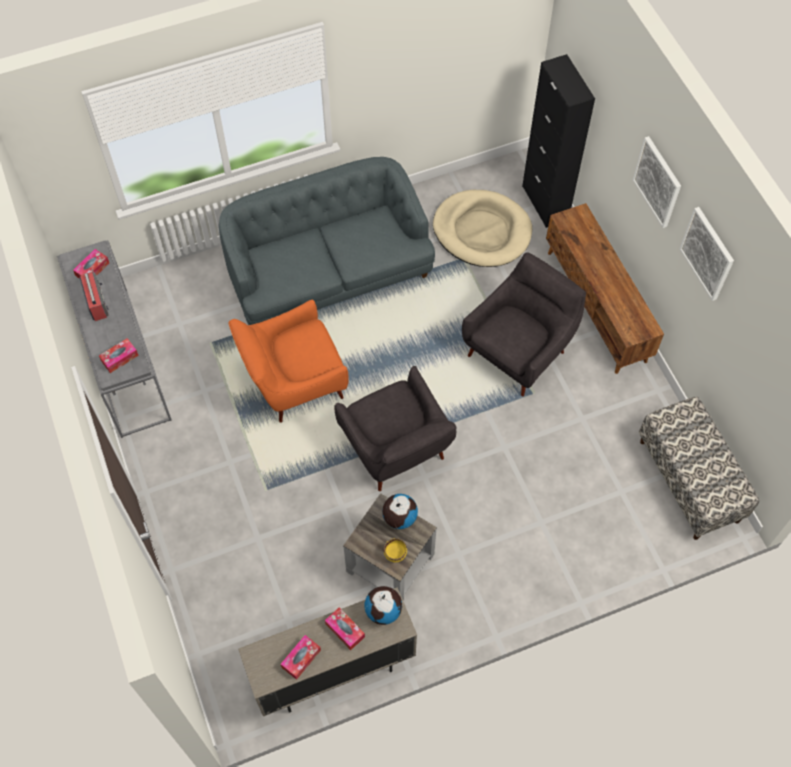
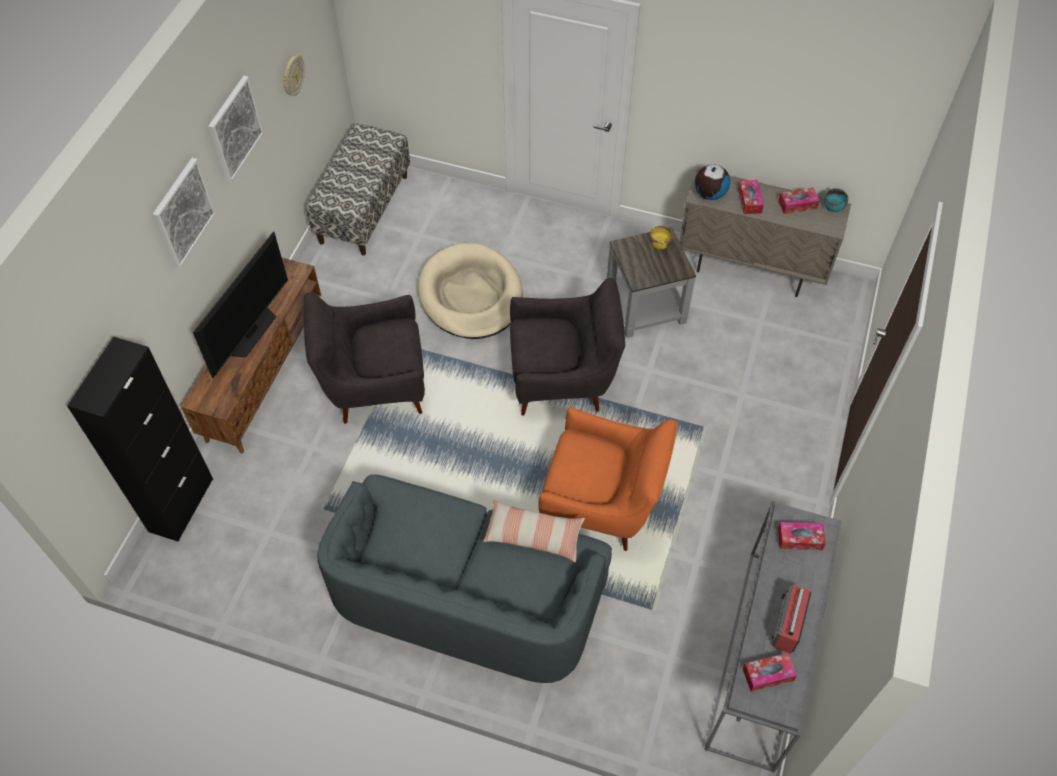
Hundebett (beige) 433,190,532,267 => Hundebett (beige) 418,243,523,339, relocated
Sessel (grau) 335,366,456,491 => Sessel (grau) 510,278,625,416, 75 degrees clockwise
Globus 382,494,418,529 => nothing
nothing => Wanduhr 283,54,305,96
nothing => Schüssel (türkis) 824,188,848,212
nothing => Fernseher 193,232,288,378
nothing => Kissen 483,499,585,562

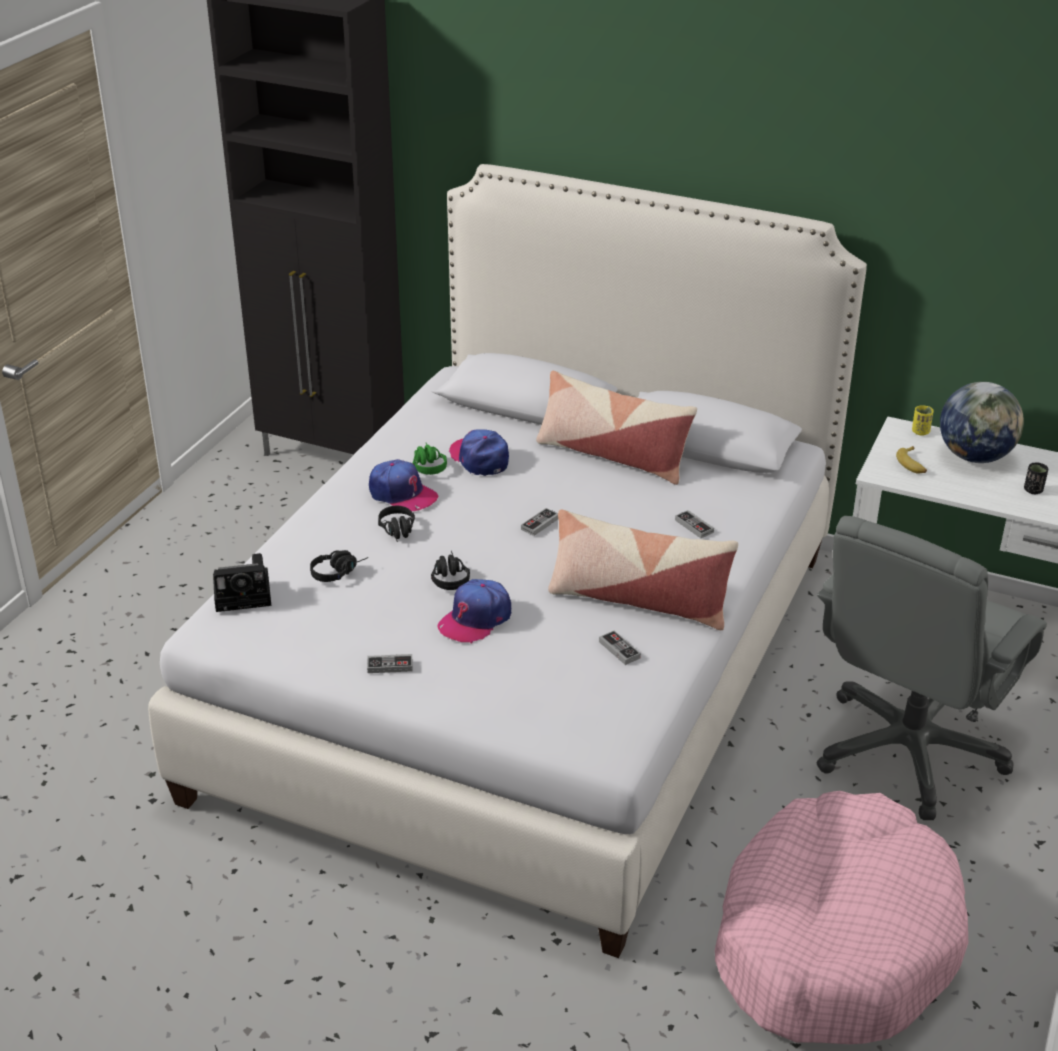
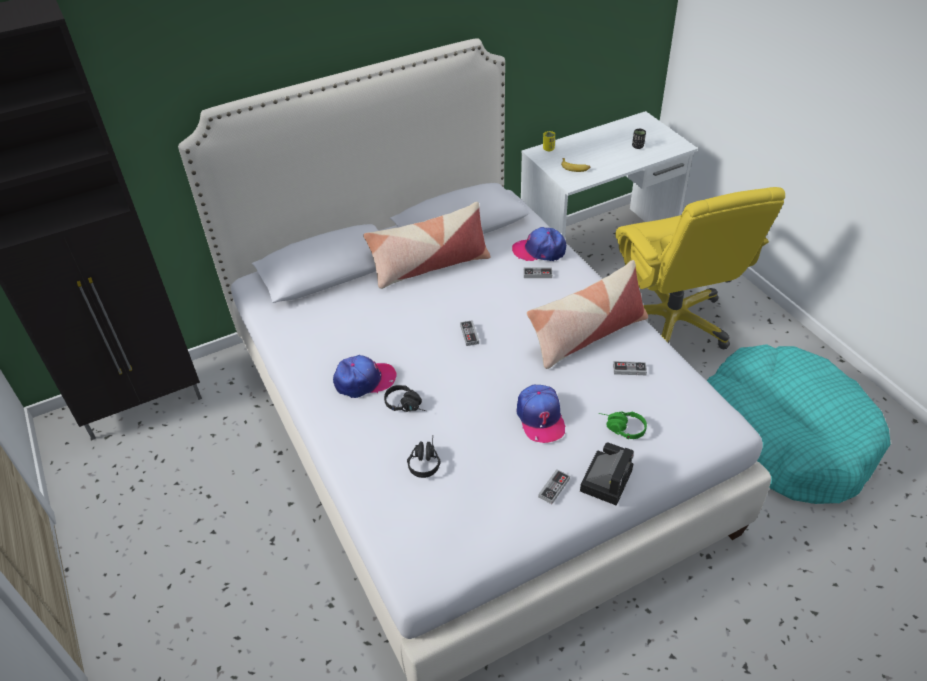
Globus 940,382,1024,463 => nothing
Kappe 449,429,509,476 => Kappe 512,227,566,261, relocated
Kopfhörer (grün) 413,443,447,475 => Kopfhörer (grün) 599,411,647,439, relocated
Bürostuhl (grau) 817,516,1047,820 => Bürostuhl (gelb) 615,187,785,349
Kopfhörer (schwarz) 431,551,470,590 => nothing
Kamera 213,553,271,612 => Kamera 580,443,634,506, relocated
Hundebett (rosa) 715,791,968,1044 => Hundebett (türkis) 707,344,891,504

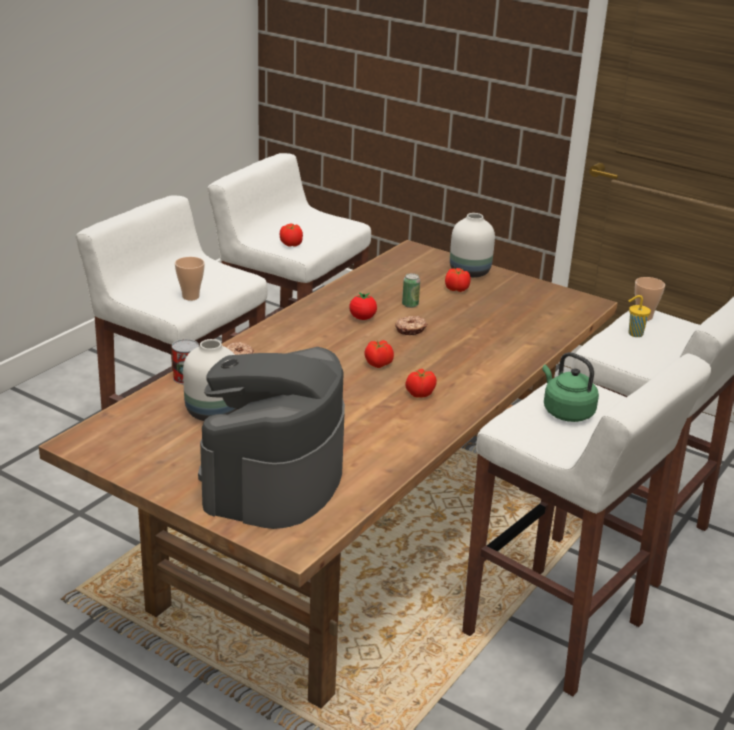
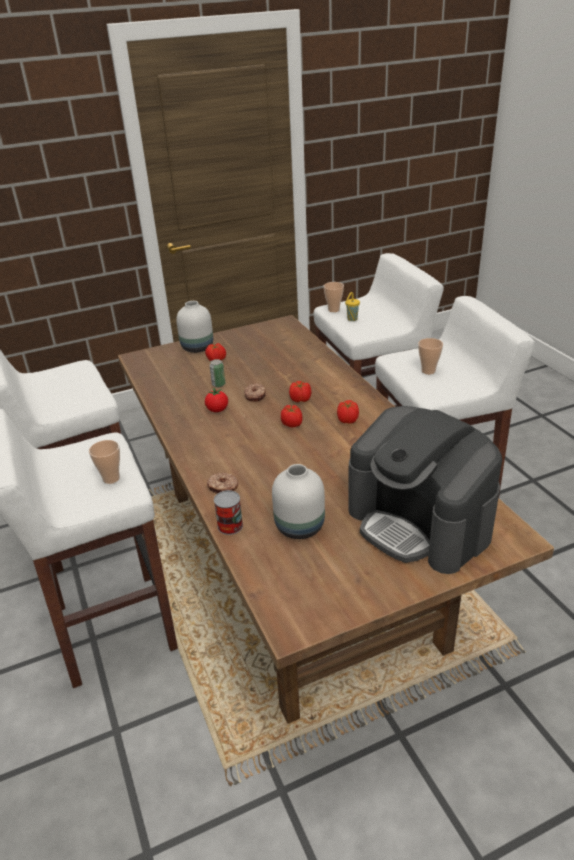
Tomate 280,224,303,247 => Tomate 289,381,312,402, relocated
Wasserkessel (grün) 542,352,599,422 => Tasse 418,338,443,374

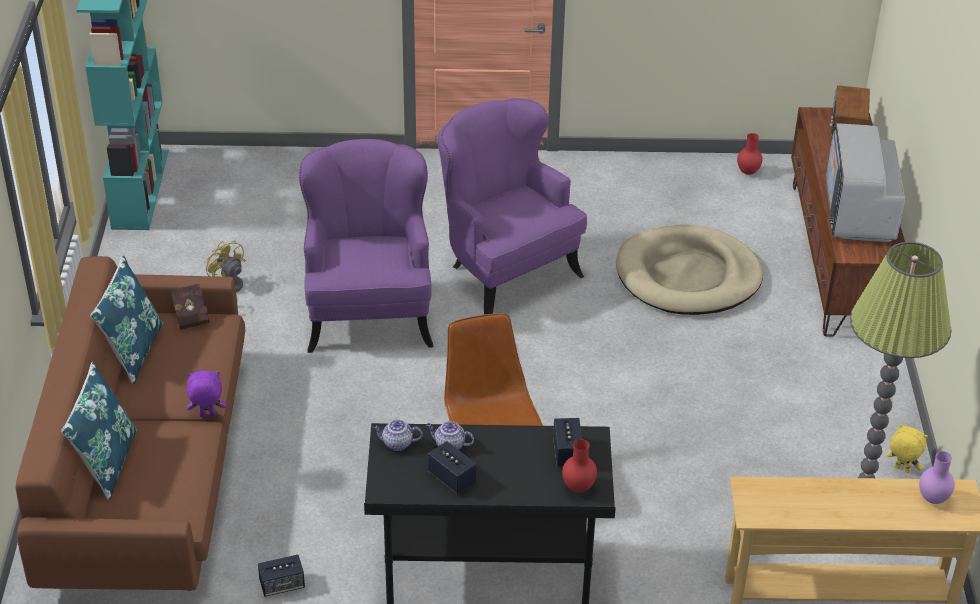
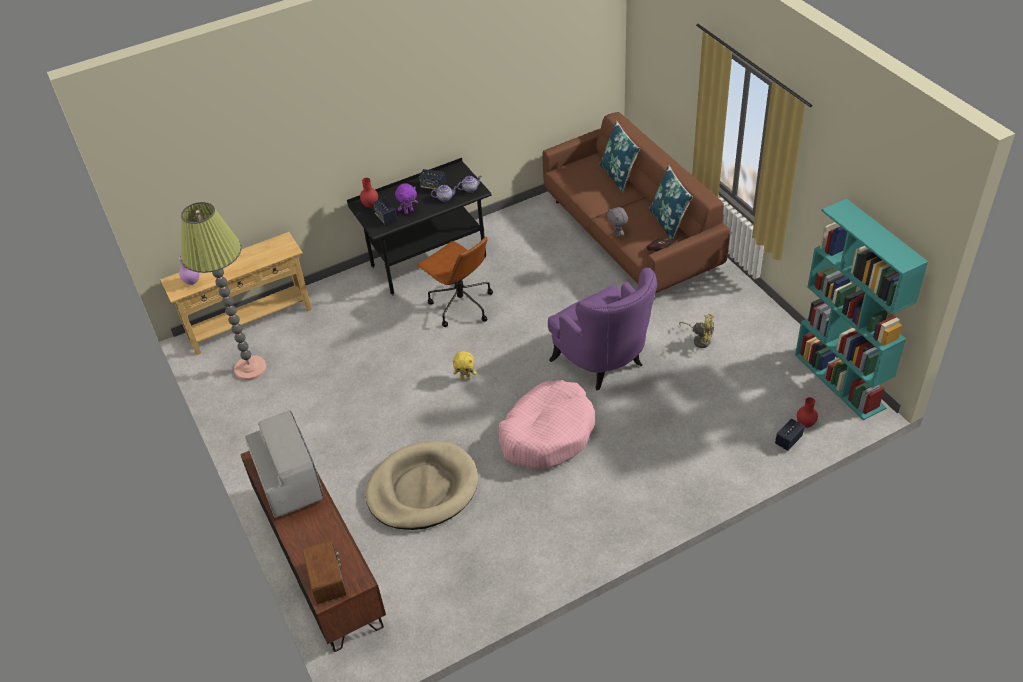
Sessel (lila) 438,98,587,315 => Hundebett (rosa) 498,380,595,469
Vase (rot) 737,133,763,175 => Vase (rot) 797,397,818,428, relocated
Plüschtier (lila) 187,371,226,417 => Plüschtier (lila) 395,183,418,214, relocated
Plüschtier (gelb) 886,424,928,473 => Plüschtier (gelb) 453,351,477,380, relocated
Lautsprecher 258,555,305,597 => Lautsprecher 775,418,804,451, relocated
nothing => Plüschtier (grau) 607,207,628,237

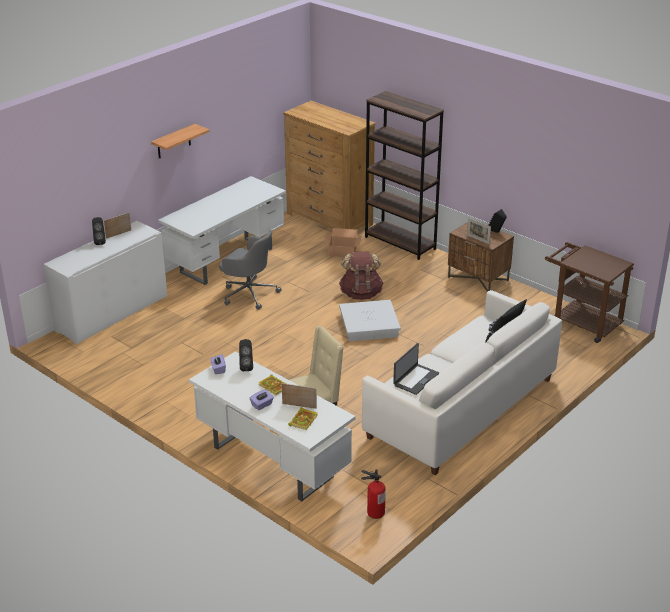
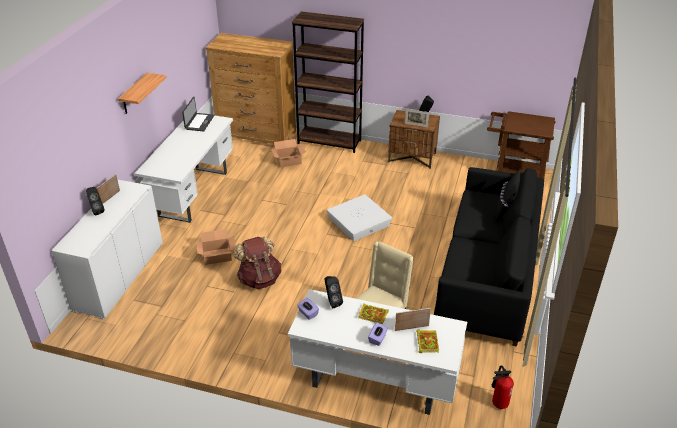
Bürostuhl (grau) 219,230,281,310 => nothing
Rucksack (braun) 339,252,383,300 => Rucksack (braun) 233,237,281,289, relocated
Sofa (weiß) 362,290,562,475 => Sofa (schwarz) 434,167,544,346
Laptop 393,343,439,395 => Laptop 182,97,214,131, relocated
nothing => Karton 196,229,236,265

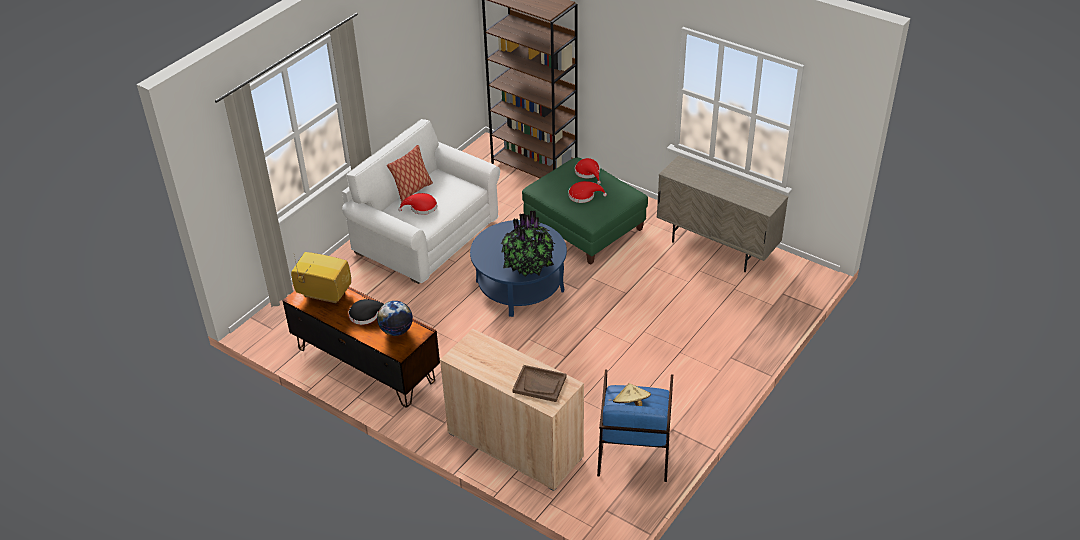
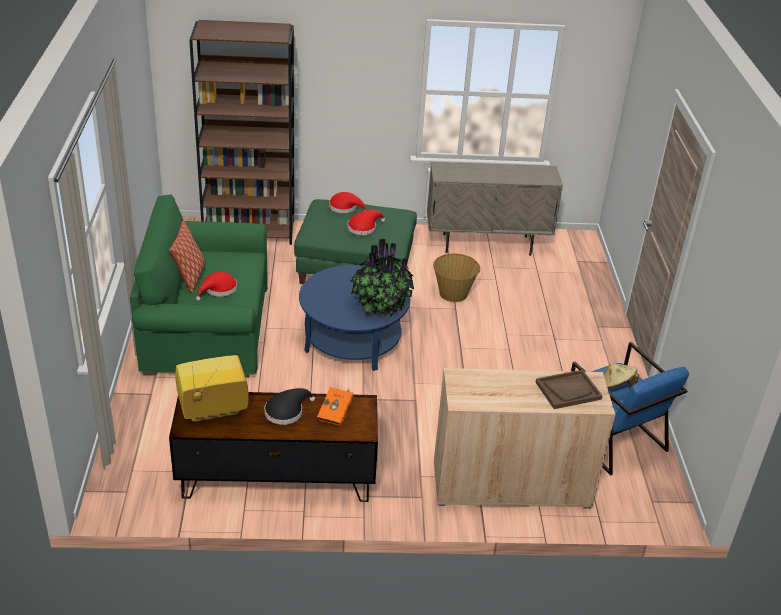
Sofa (weiß) 342,119,500,284 => Sofa (grün) 130,195,268,378
Globus 377,301,413,336 => Buch (orange) 317,387,354,426
nothing => Korb 433,253,480,302

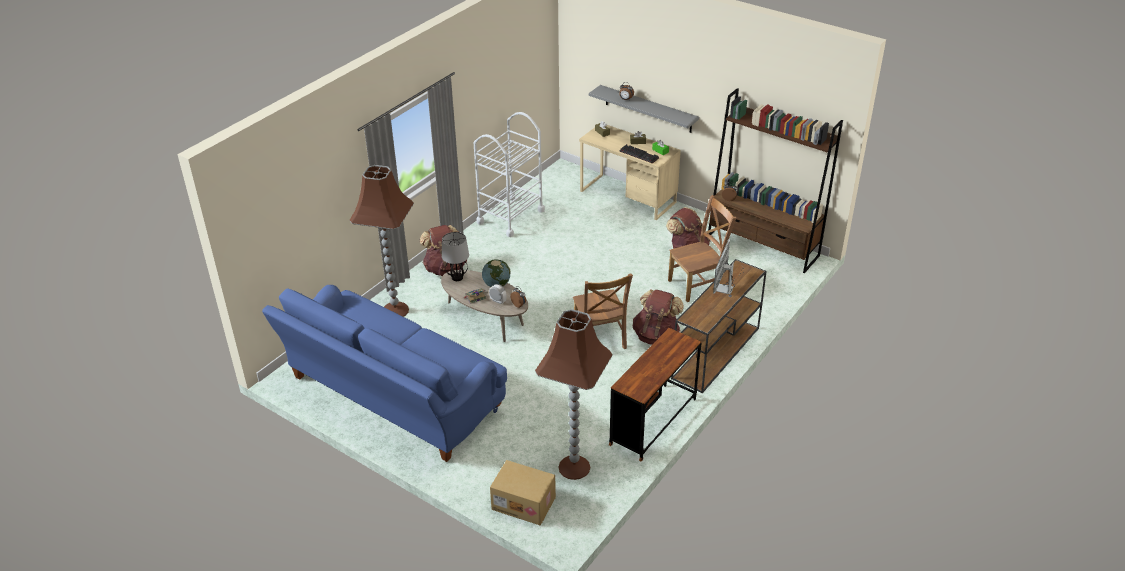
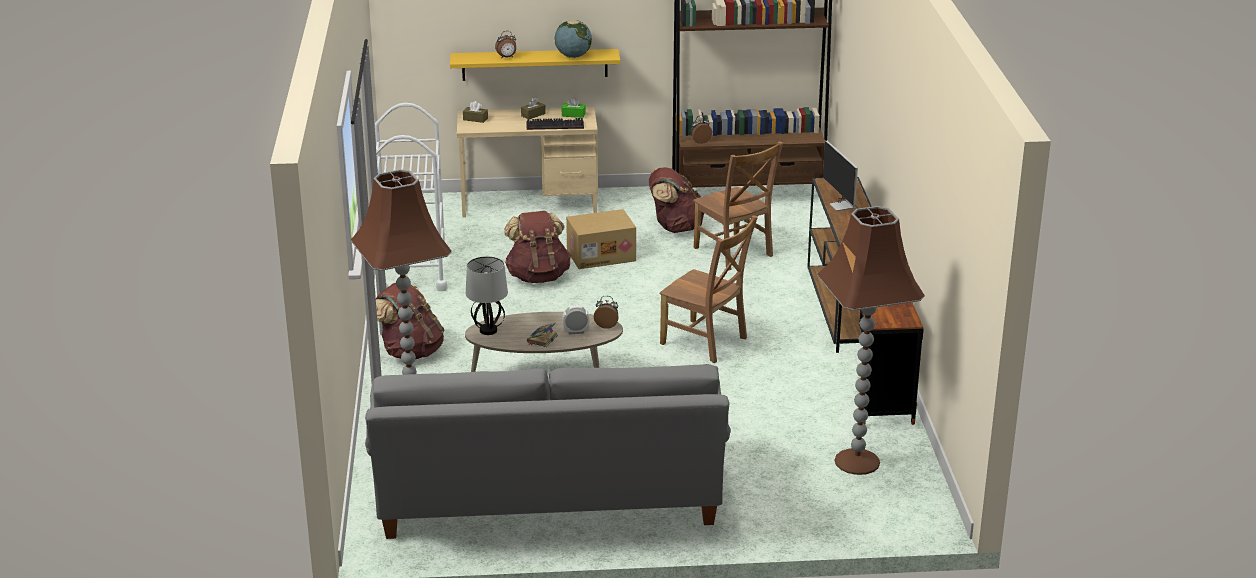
Wandregal (grau) 589,85,699,133 => Wandregal (gelb) 450,49,620,81
Stuhl (braun) 668,195,737,302 => Stuhl (braun) 693,141,783,270, 120 degrees clockwise
Globus 482,259,510,287 => Globus 555,20,592,58, relocated
Sofa (blau) 262,285,507,462 => Sofa (grau) 365,364,731,539
Rucksack (braun) 633,289,684,345 => Rucksack (braun) 504,211,571,283, relocated
Karton 490,460,556,526 => Karton 566,209,636,269, relocated

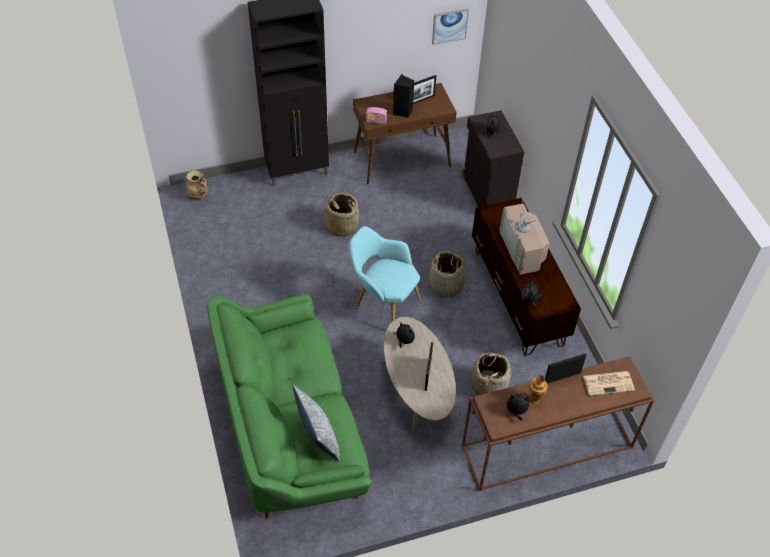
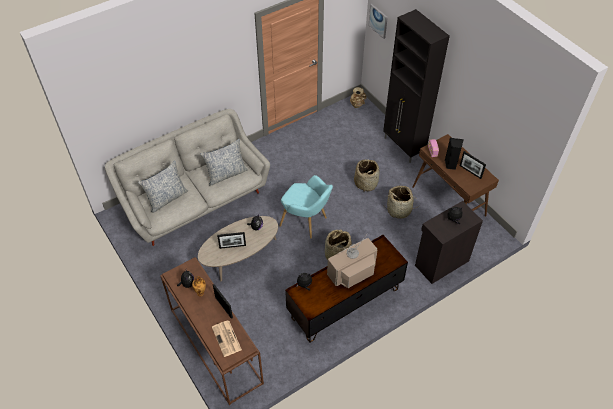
Bild 432,8,469,45 => Bild 368,4,388,39, relocated
Sessel (türkis) 349,226,421,321 => Sessel (türkis) 280,175,333,238, 105 degrees clockwise
Sofa (grün) 207,294,371,519 => Sofa (grau) 105,109,270,246
Korb 471,353,511,395 => Korb 384,186,417,219, relocated
nothing => Kissen 201,139,248,186

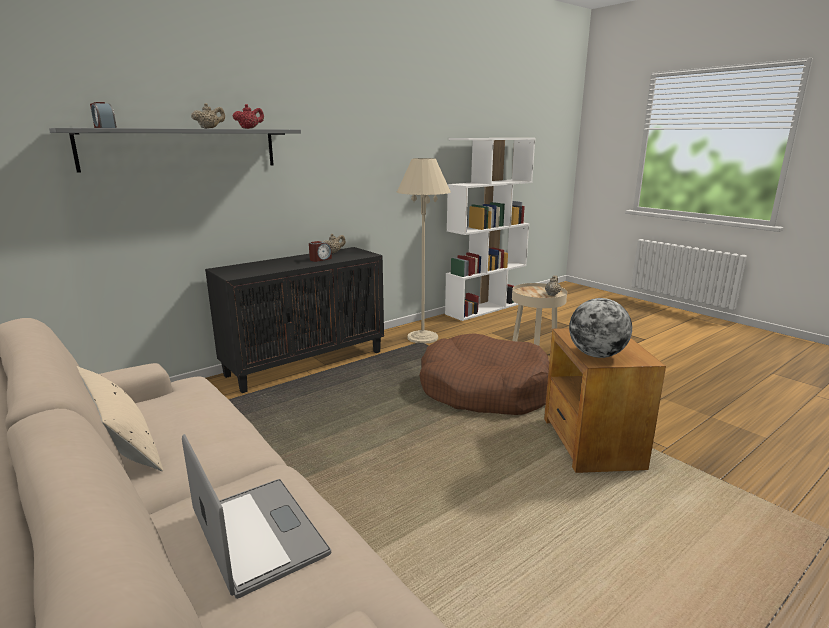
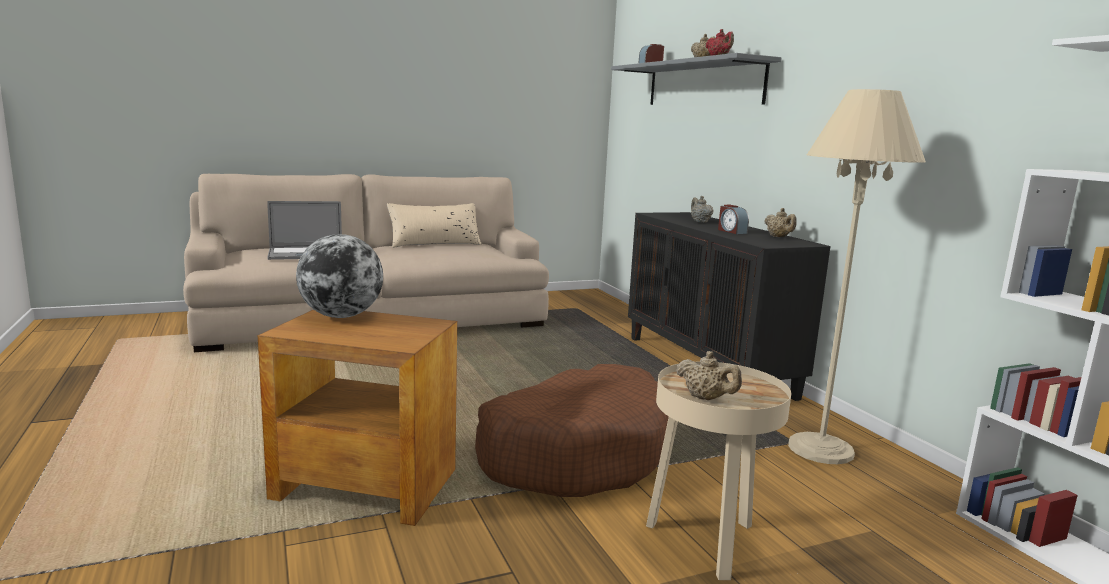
nothing => Teekanne (beige) 691,196,714,223

